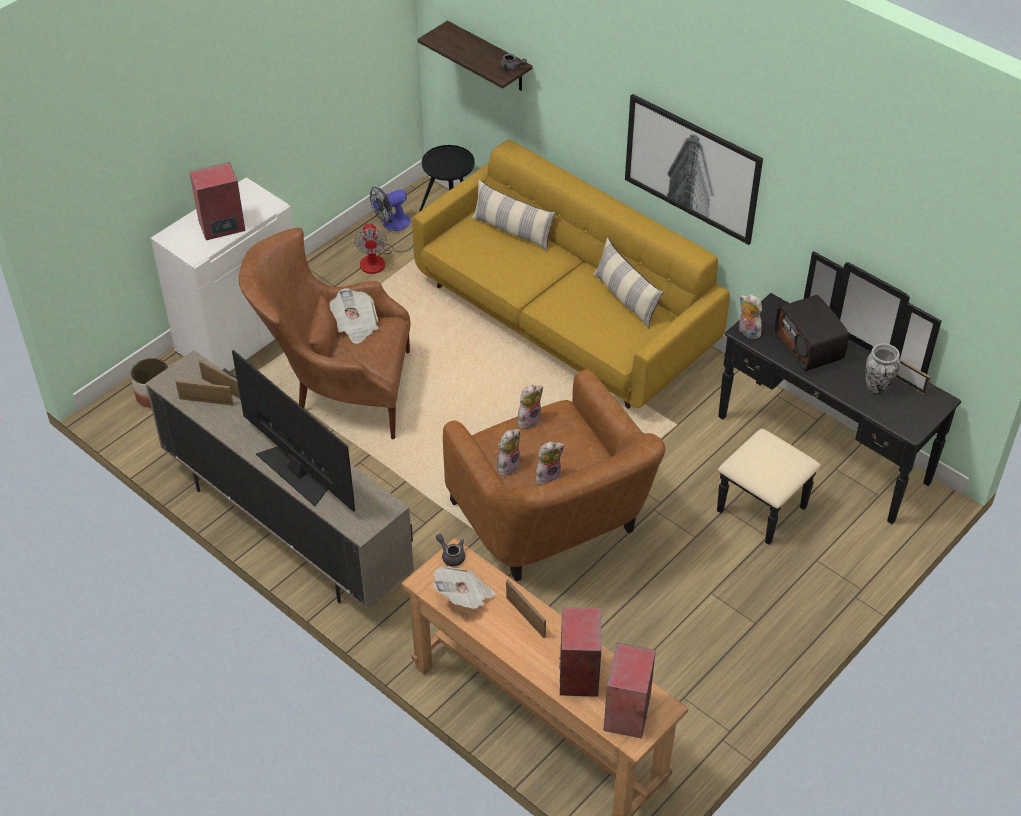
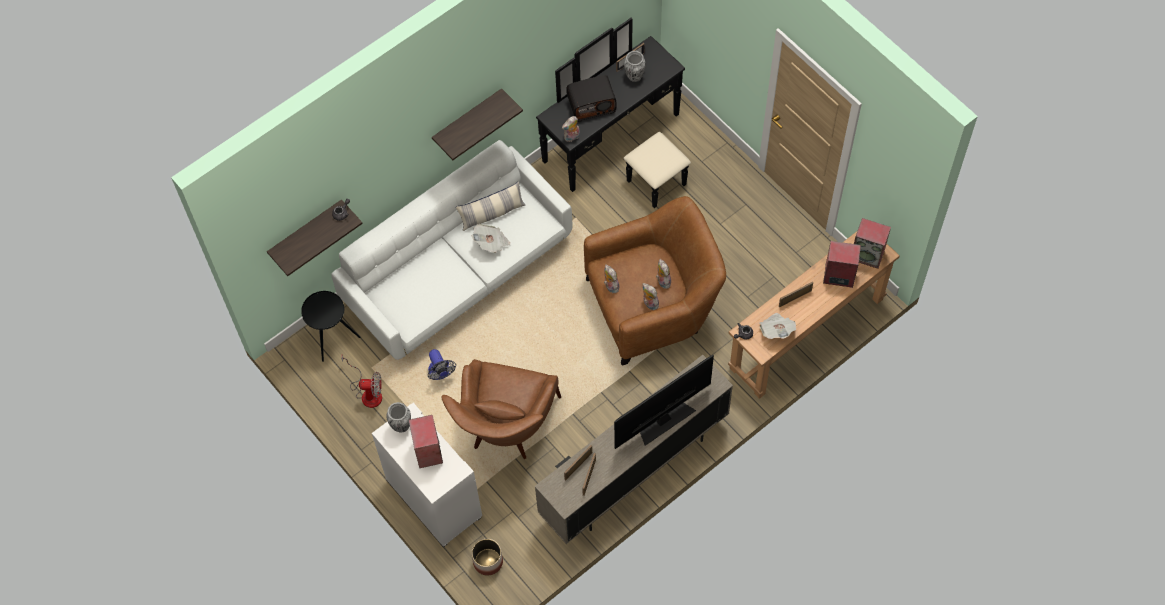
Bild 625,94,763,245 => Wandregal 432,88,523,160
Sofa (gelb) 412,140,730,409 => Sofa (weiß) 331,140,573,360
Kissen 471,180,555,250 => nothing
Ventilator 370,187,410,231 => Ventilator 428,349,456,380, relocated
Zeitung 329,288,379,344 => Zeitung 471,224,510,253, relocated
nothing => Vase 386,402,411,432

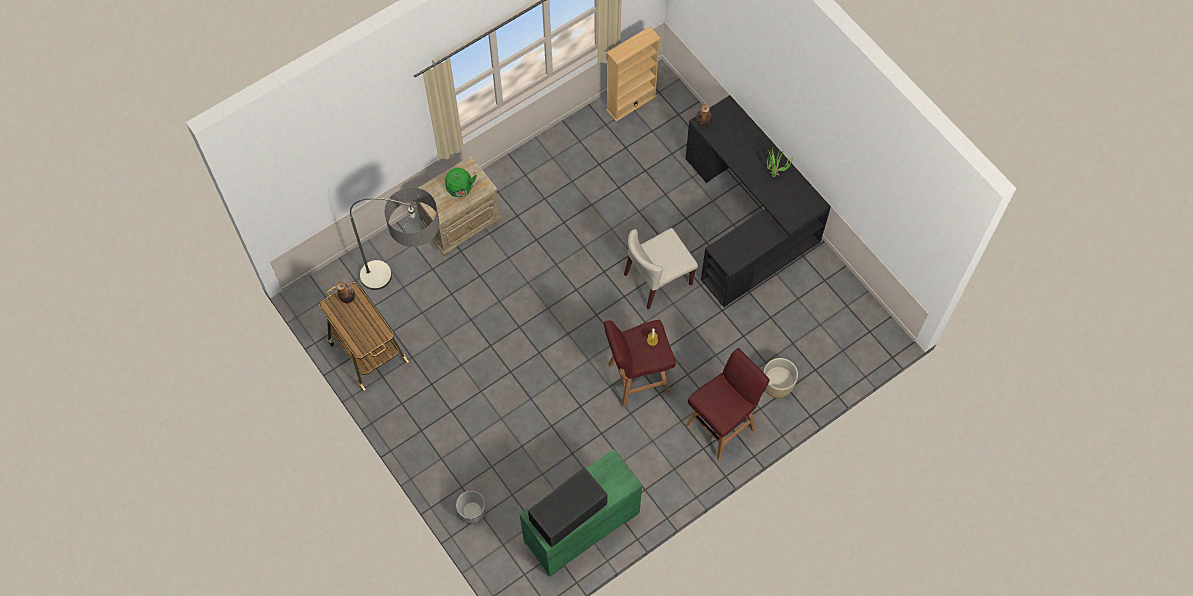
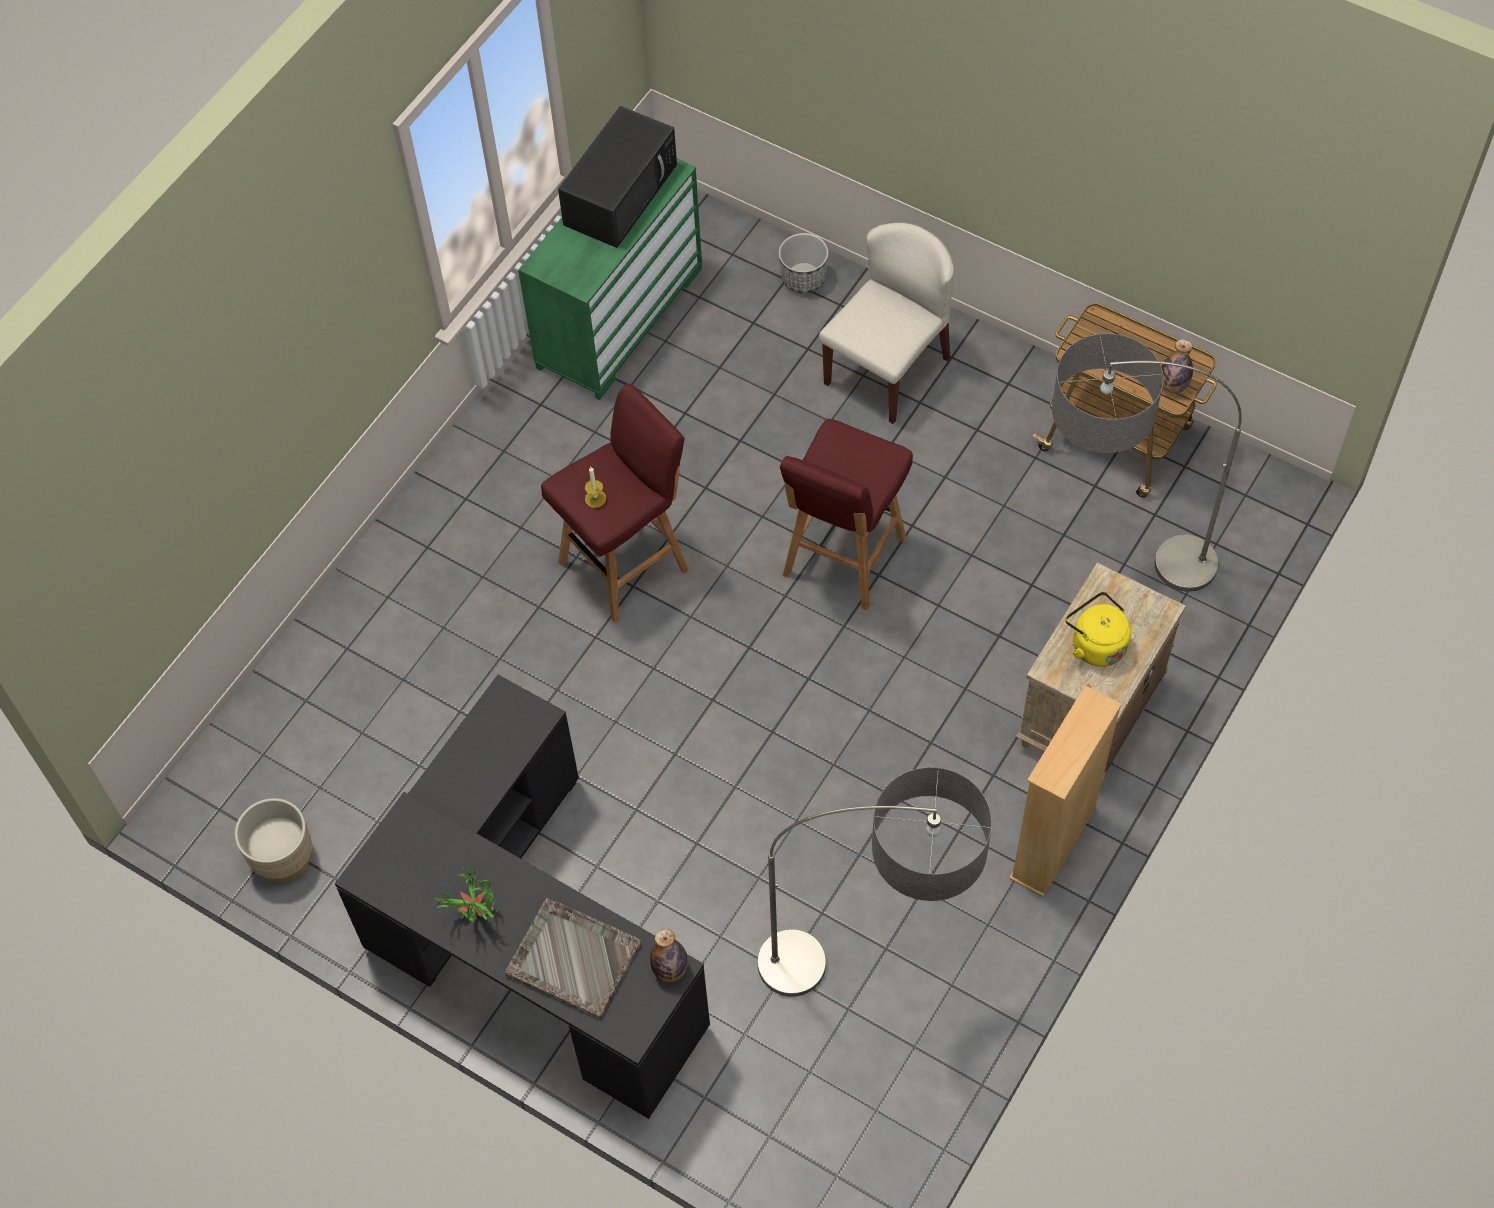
Bücherregal (beige) 606,26,661,122 => Bücherregal (beige) 1009,685,1122,897, relocated
Wasserkessel (grün) 445,168,477,197 => Wasserkessel (gelb) 1065,592,1131,667
Stuhl (beige) 624,228,698,309 => Stuhl (beige) 819,222,954,424, relocated
Hocker (rot) 685,348,770,460 => Hocker (rot) 780,419,913,610, relocated
Pflanzkübel (beige) 763,358,798,398 => Pflanzkübel (beige) 235,798,312,882, relocated
nothing => Stehlampe 757,767,992,997
nothing => Tablett (grau) 505,898,642,1019

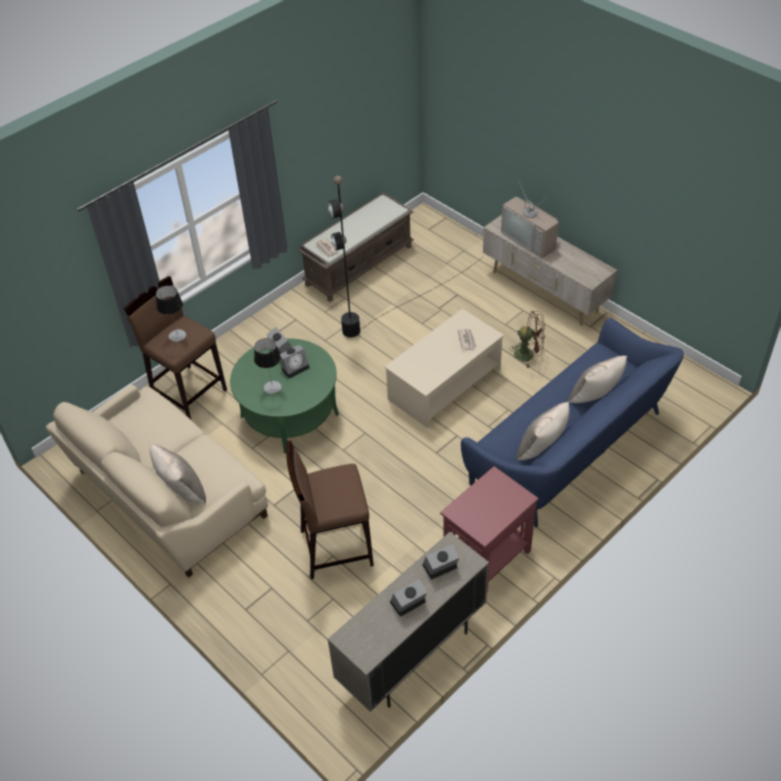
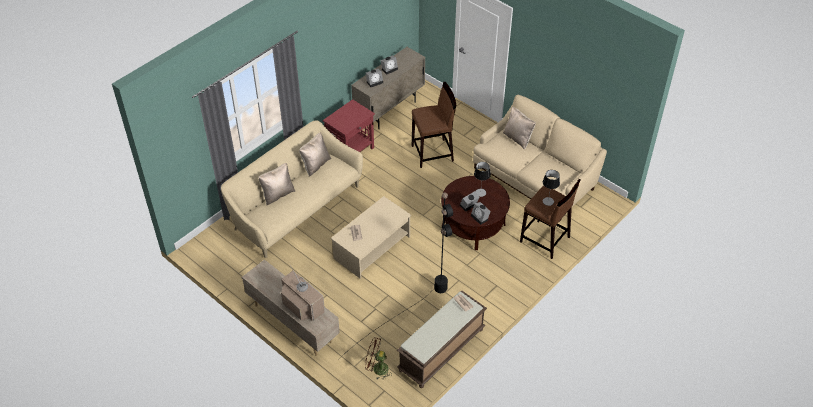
Ventilator (braun) 509,311,545,368 => Ventilator (braun) 365,337,390,380, relocated
Sofa (blau) 461,318,684,527 => Sofa (beige) 221,120,363,258
Couchtisch (grün) 230,338,338,453 => Couchtisch (braun) 441,176,510,250

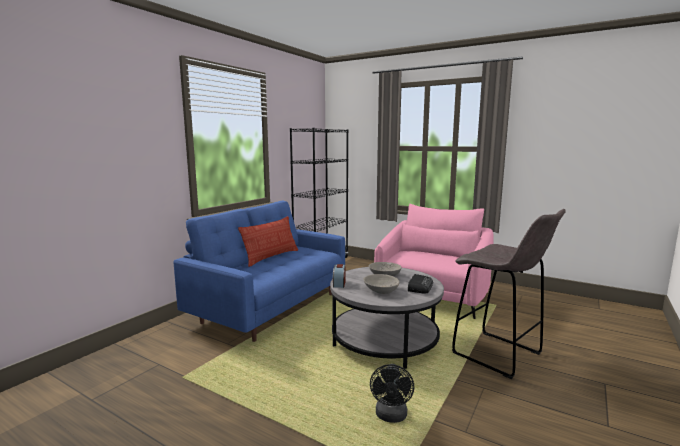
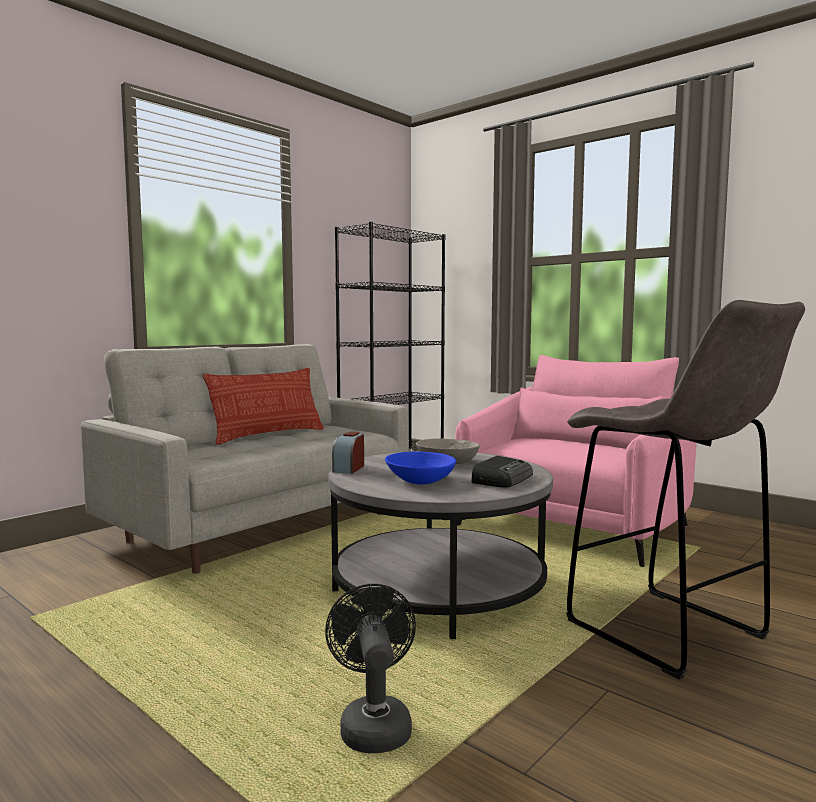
Sofa (blau) 173,201,345,342 => Sofa (grau) 81,344,409,574
Schüssel (grau) 363,274,400,294 => Schüssel (blau) 385,452,456,484
Ventilator (schwarz) 370,364,414,423 => Ventilator (schwarz) 325,584,416,753, 150 degrees clockwise

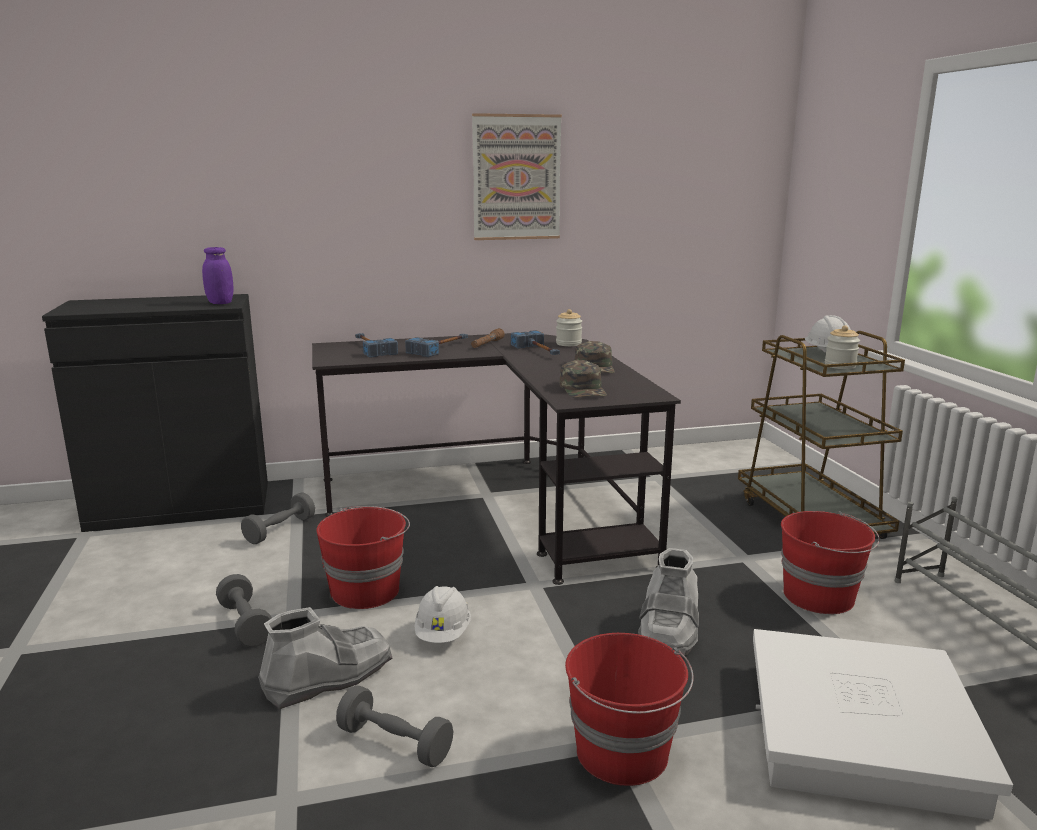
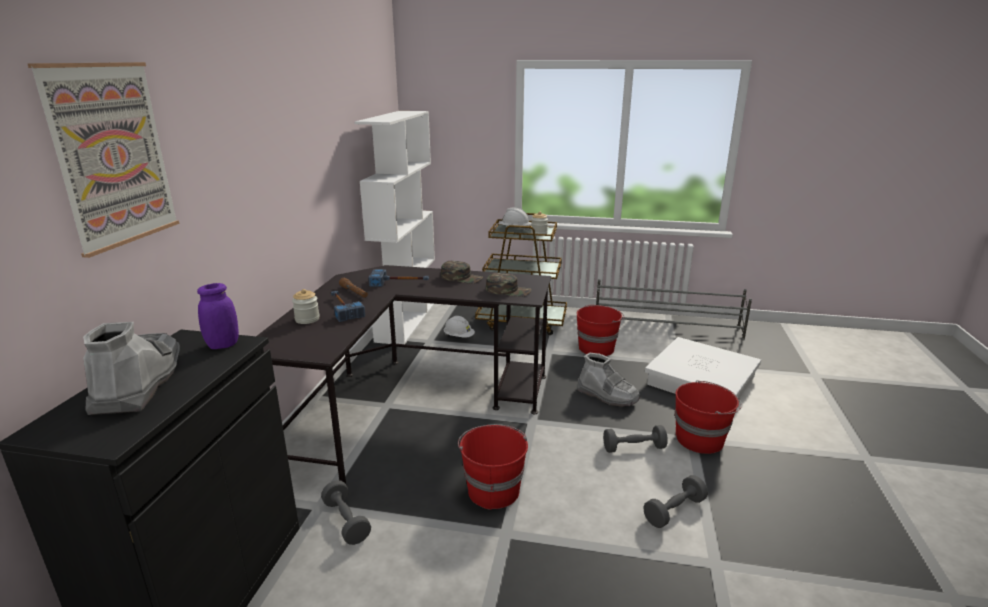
Bild 472,113,562,240 => Bild 27,62,180,258, relocated
Vorratsglas 556,309,582,346 => Vorratsglas 292,289,320,324, relocated
Hammer 355,333,398,358 => nothing
Hantel (grau) 216,574,272,647 => Hantel (grau) 603,425,668,453, relocated
Schutzhelm (weiß) 414,586,471,643 => Schutzhelm (weiß) 444,316,475,338, relocated
Stiefel (grau) 258,607,393,709 => Stiefel (grau) 83,322,180,415, relocated
nothing => Bücherregal (weiß) 354,111,435,344

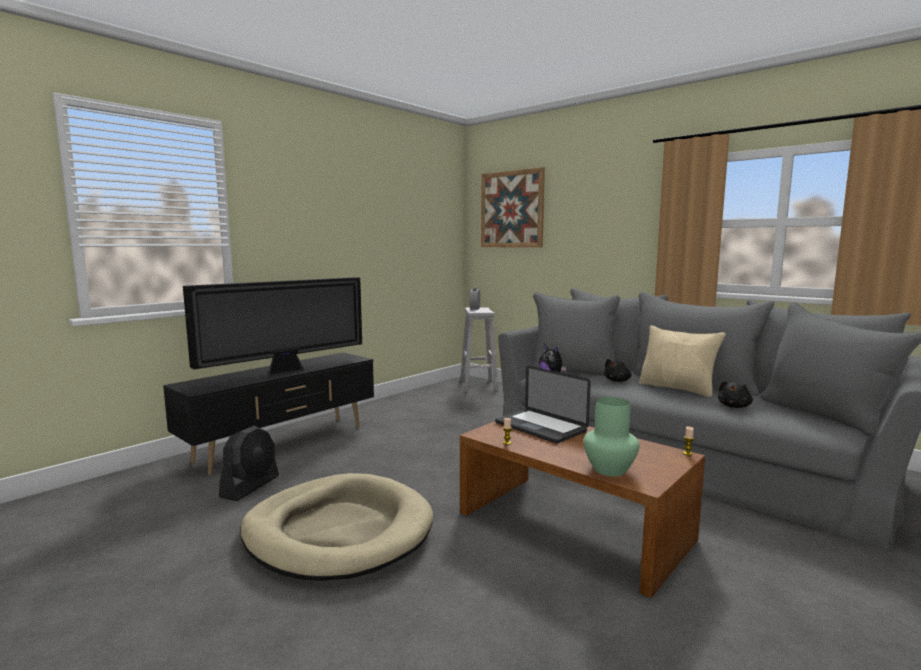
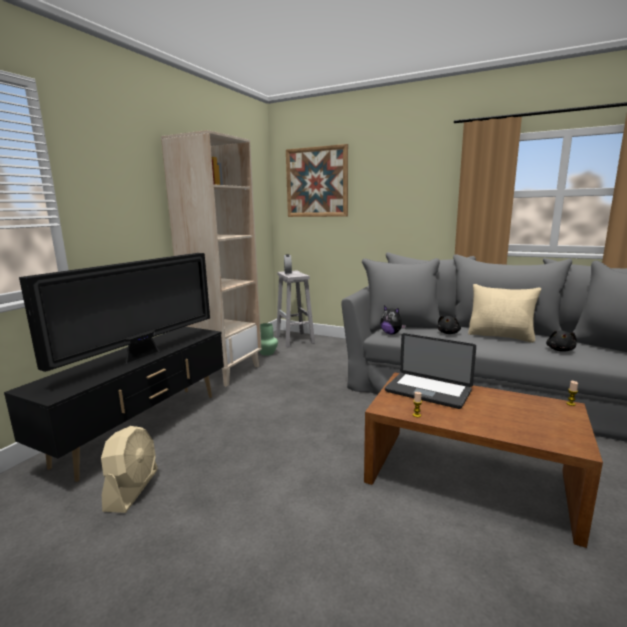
Vase (grün) 583,397,639,477 => Vase (grün) 259,323,278,356, relocated
Ventilator (schwarz) 219,426,279,501 => Ventilator (beige) 101,426,158,513
Hundebett (beige) 240,473,433,581 => nothing
nothing => Bücherregal (beige) 161,130,262,387

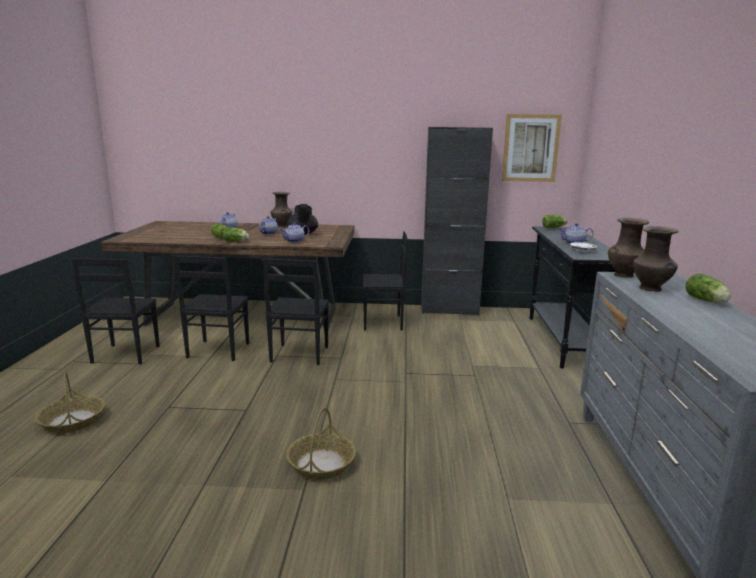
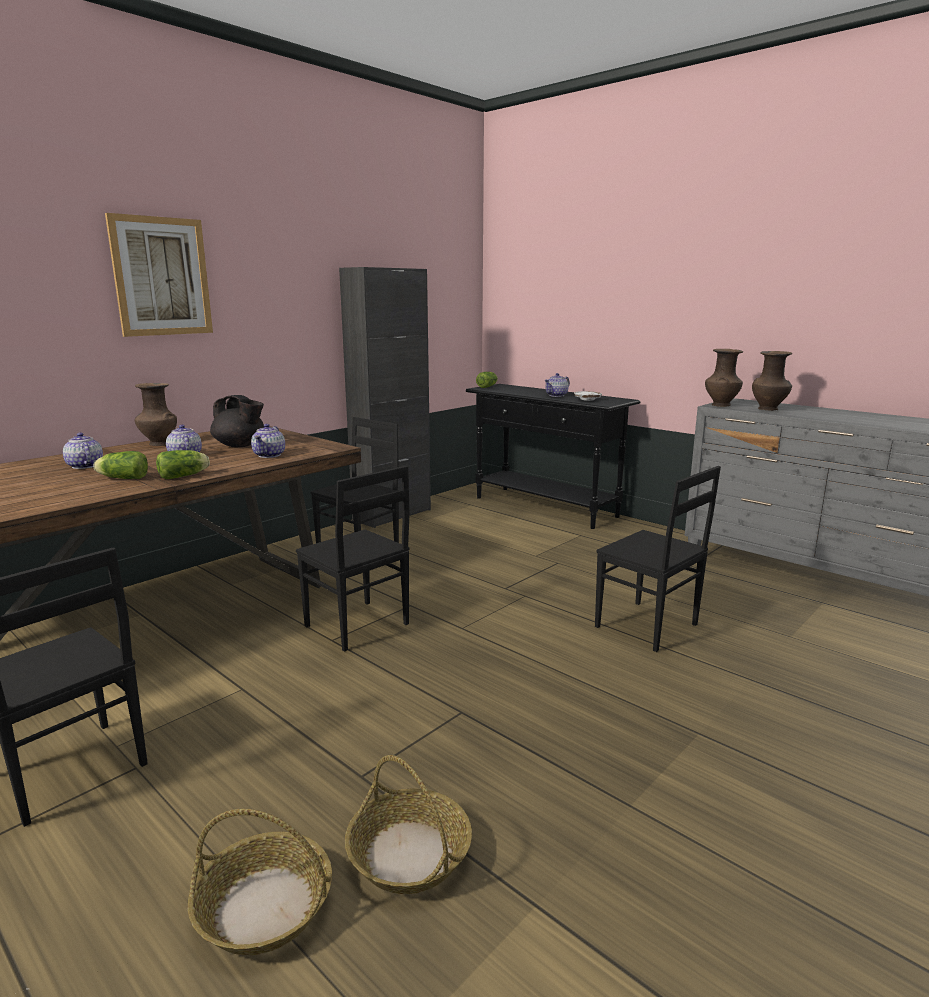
Bild 502,114,562,182 => Bild 105,213,213,337, relocated
Stuhl (schwarz) 174,256,249,361 => Stuhl (schwarz) 595,466,721,652, relocated
Salatkopf 685,274,731,303 => nothing
Korb 286,407,356,480 => Korb 345,755,472,894, relocated

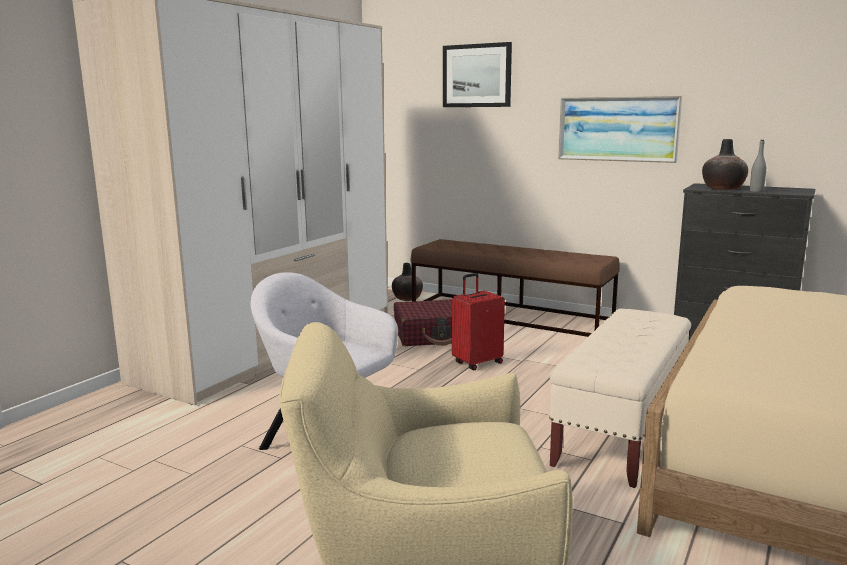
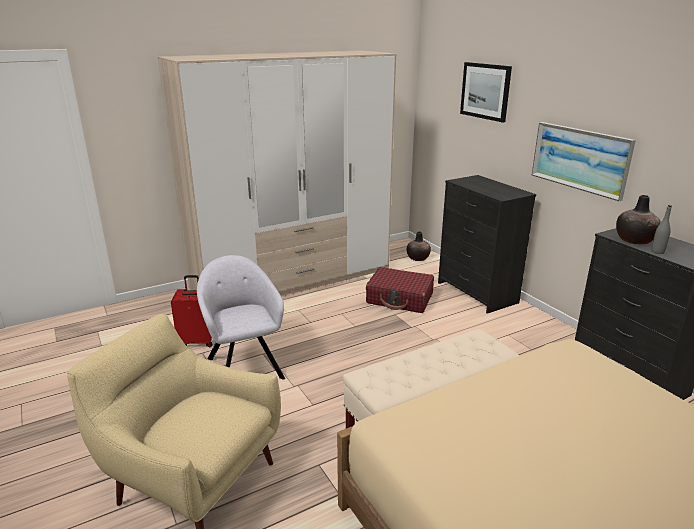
Bank (braun) 411,239,620,337 => Kommode (schwarz) 438,175,536,314
Koffer (rot) 452,273,505,370 => Koffer (rot) 171,275,213,347, relocated

